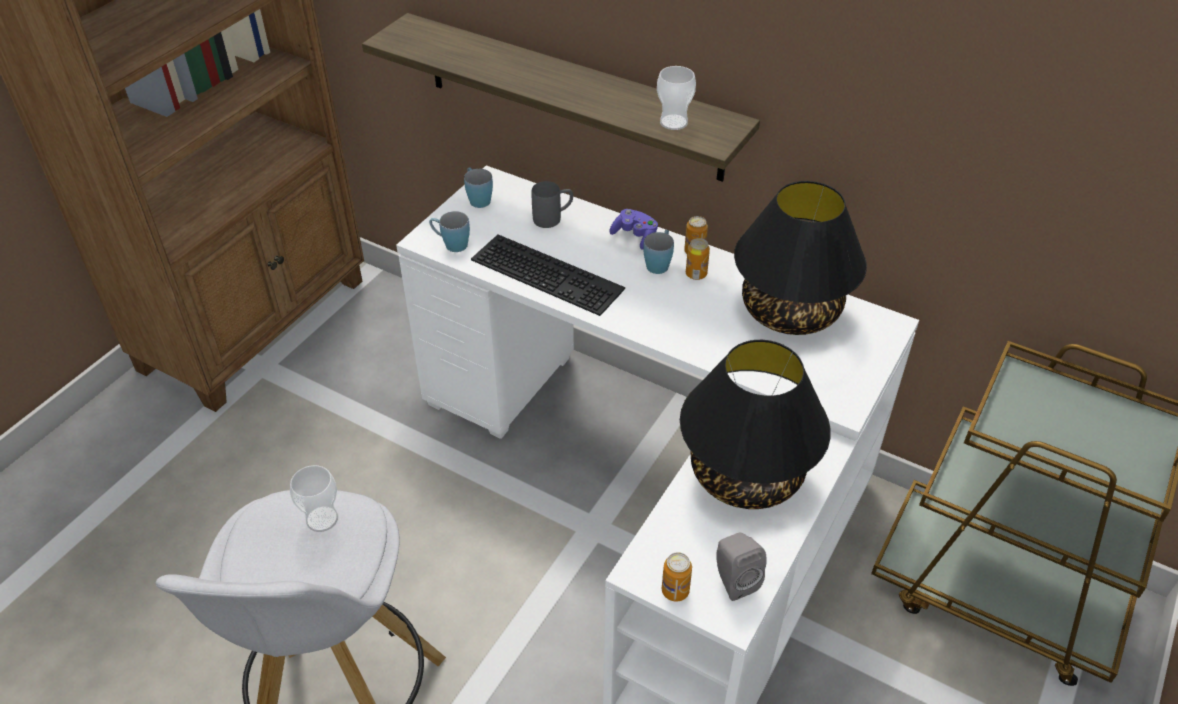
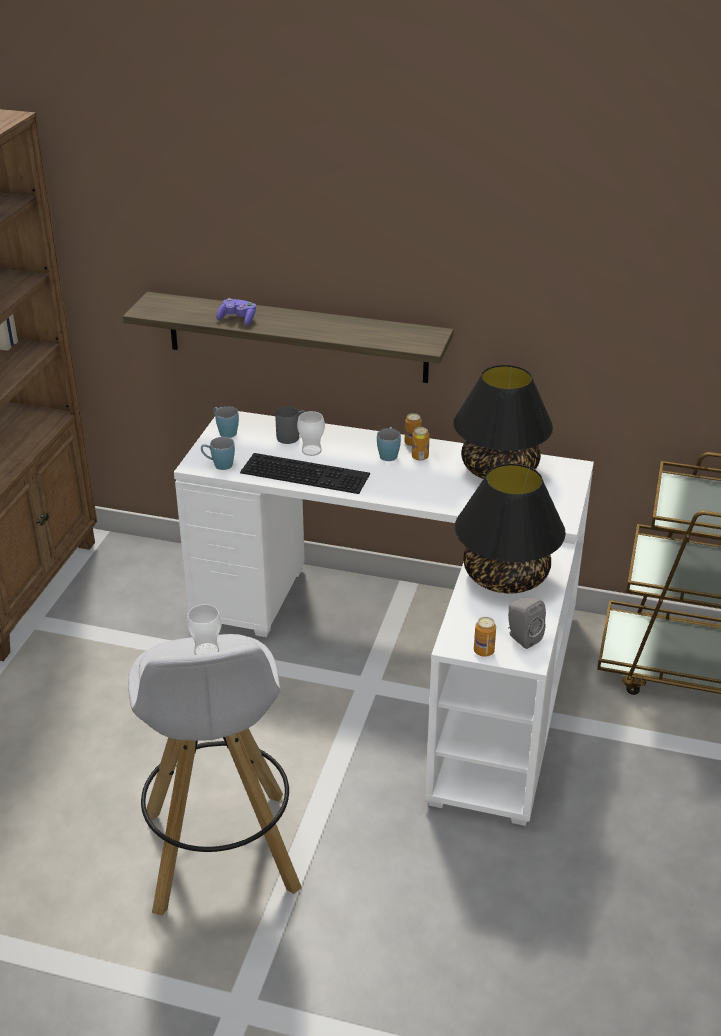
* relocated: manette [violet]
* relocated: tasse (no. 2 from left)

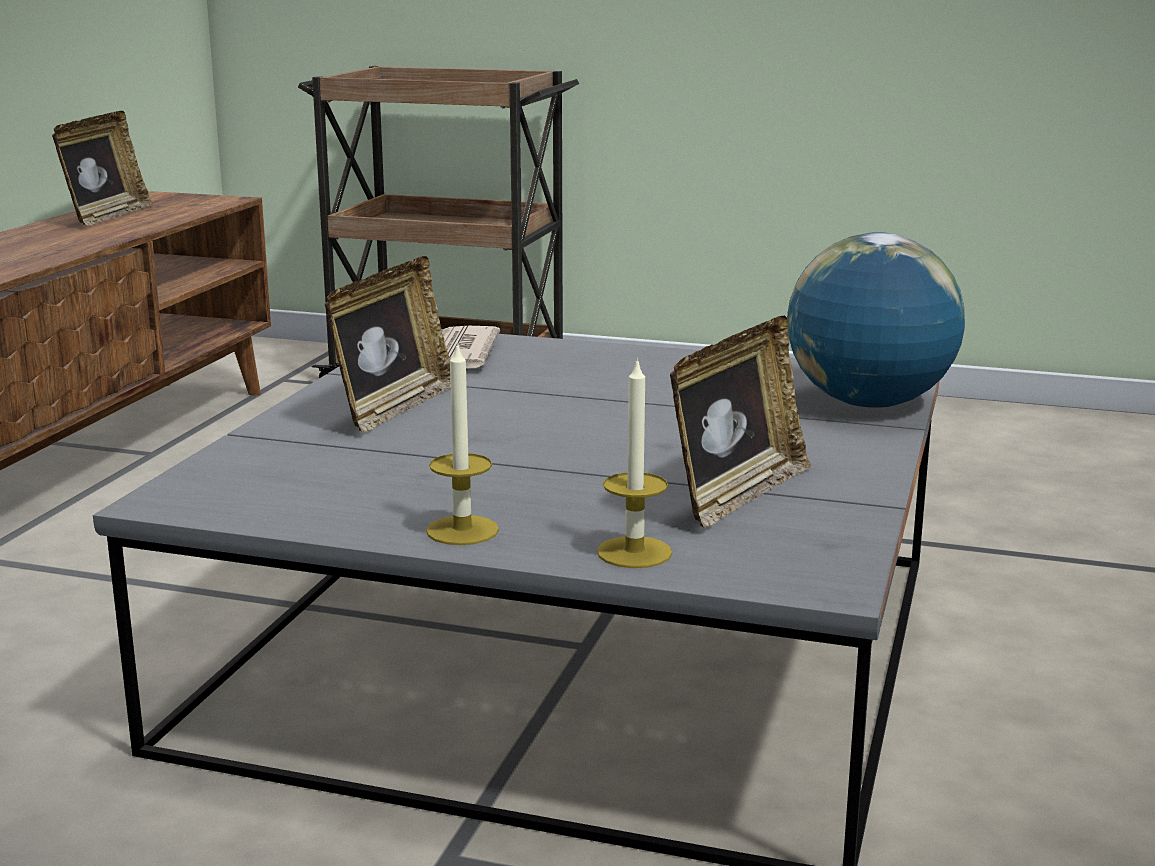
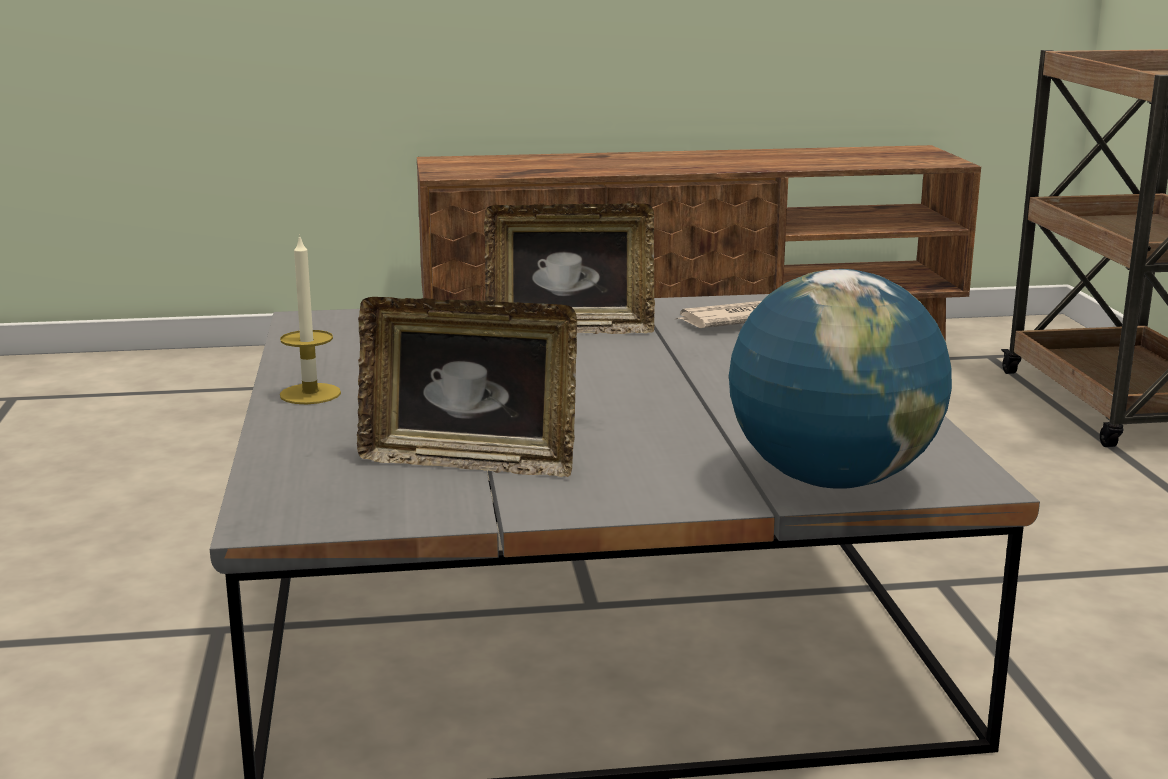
* missing: cadre photo (no. 1 from left)
* missing: bougie (no. 2 from left)

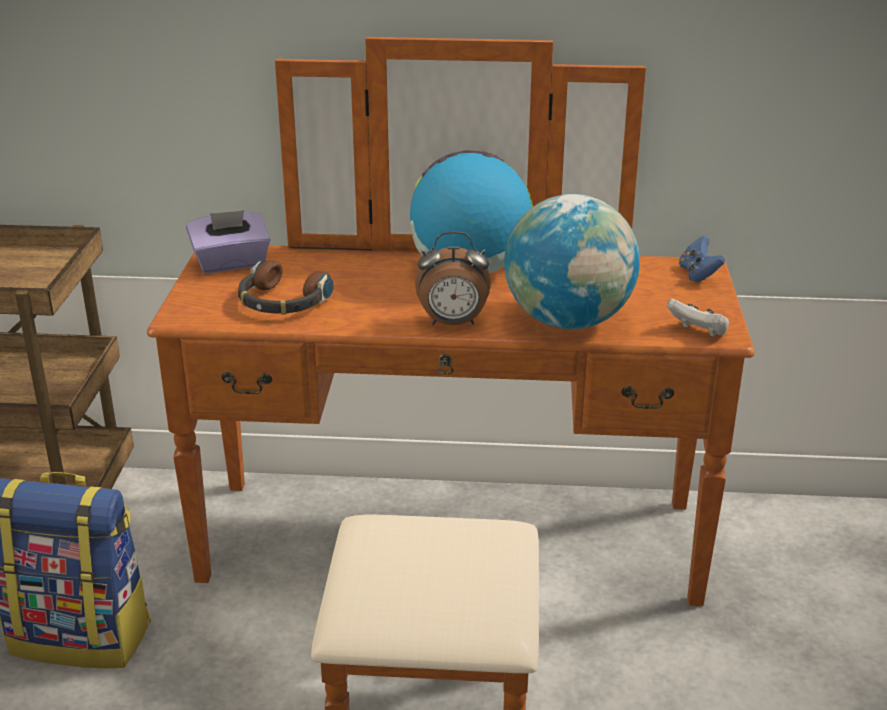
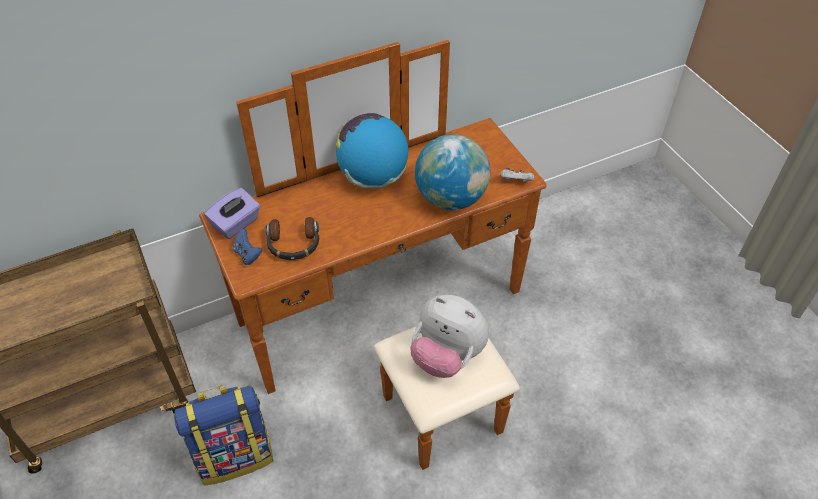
* missing: réveil
* relocated: manette [bleu]
* appeared: peluche

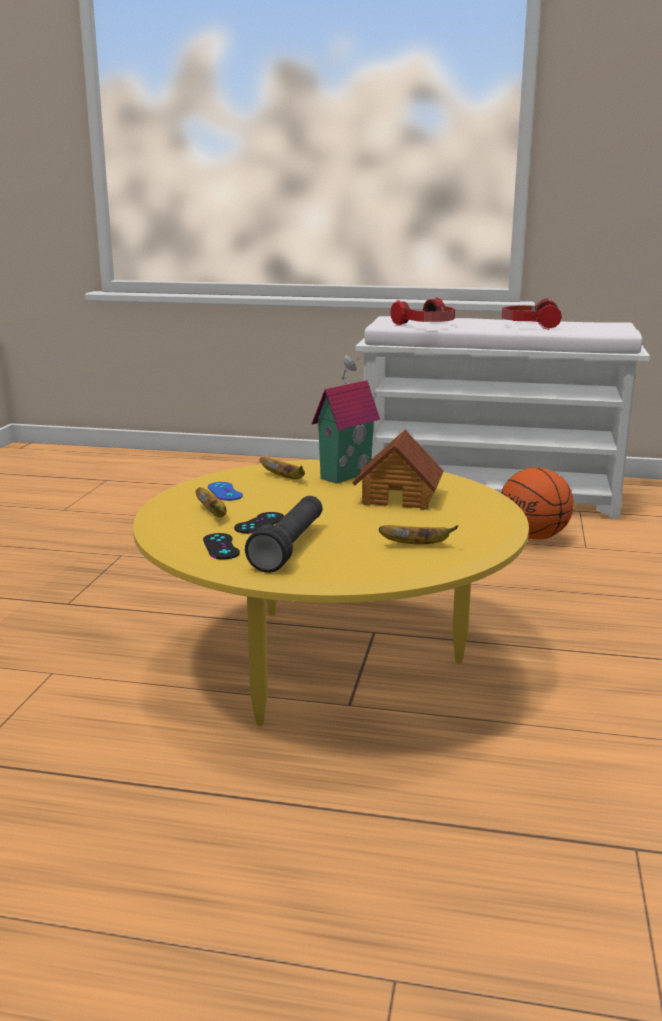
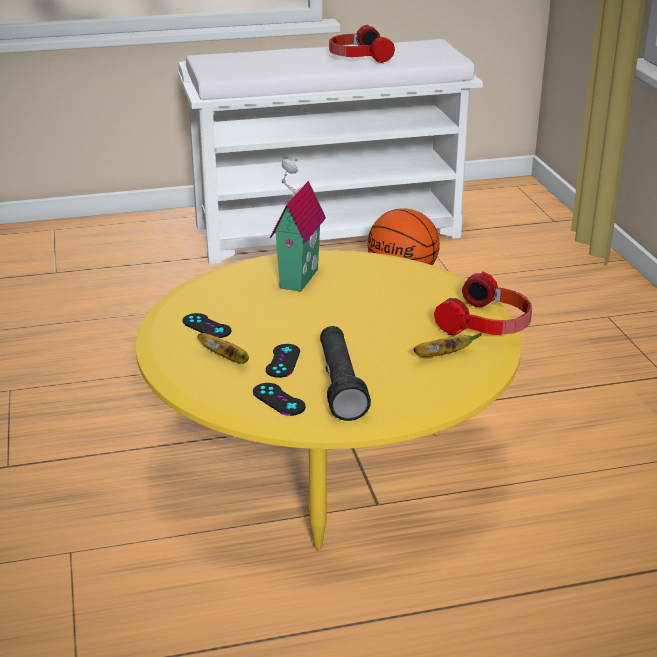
* colour: manette [bleu] to manette [noir] (no. 1 from left)
* missing: banane (no. 2 from left)
* missing: maison miniature (no. 2 from left)
* relocated: casque audio (no. 1 from left in the first image) to casque audio (no. 2 from left)

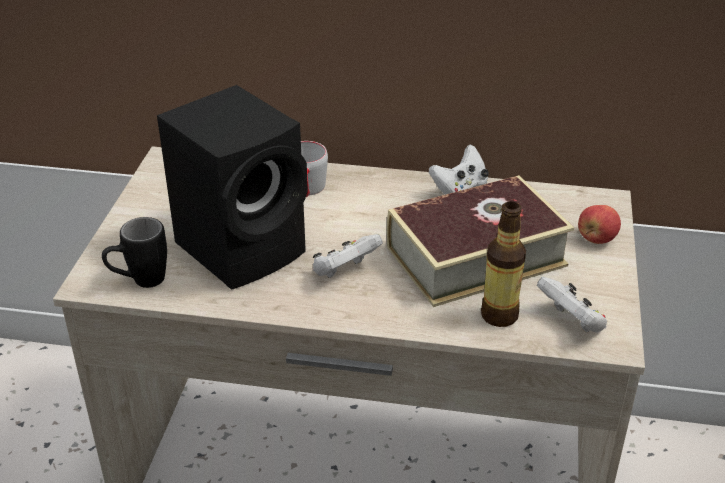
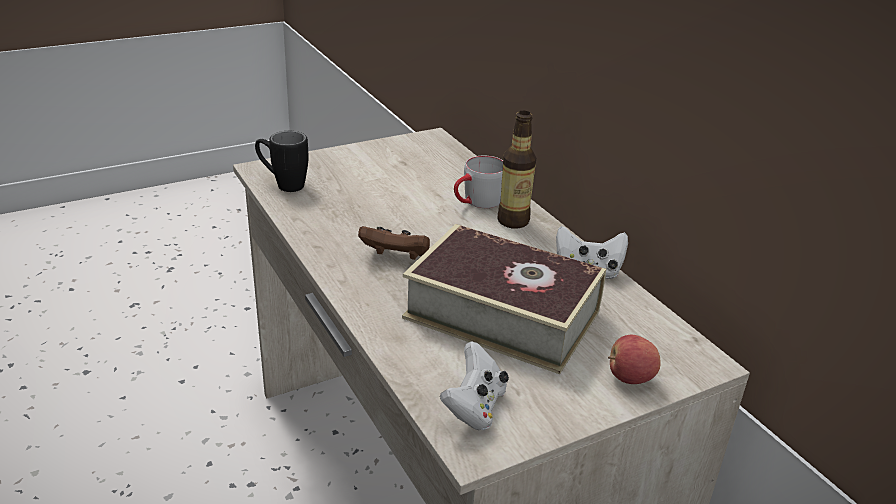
* missing: enceinte [noir]
* colour: manette [blanc] (no. 1 from left) to manette [marron]
* relocated: bouteille

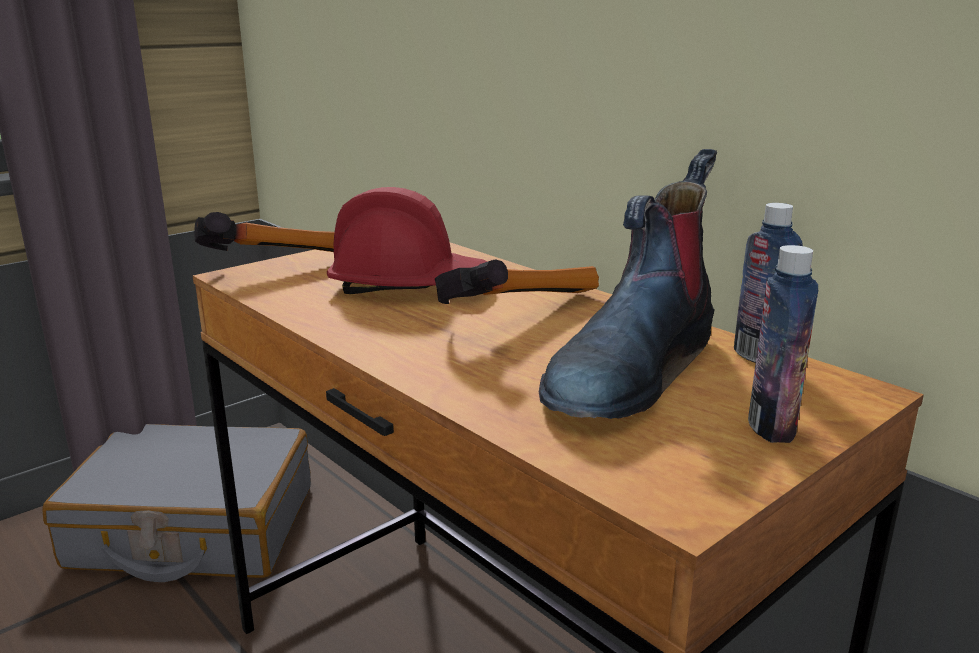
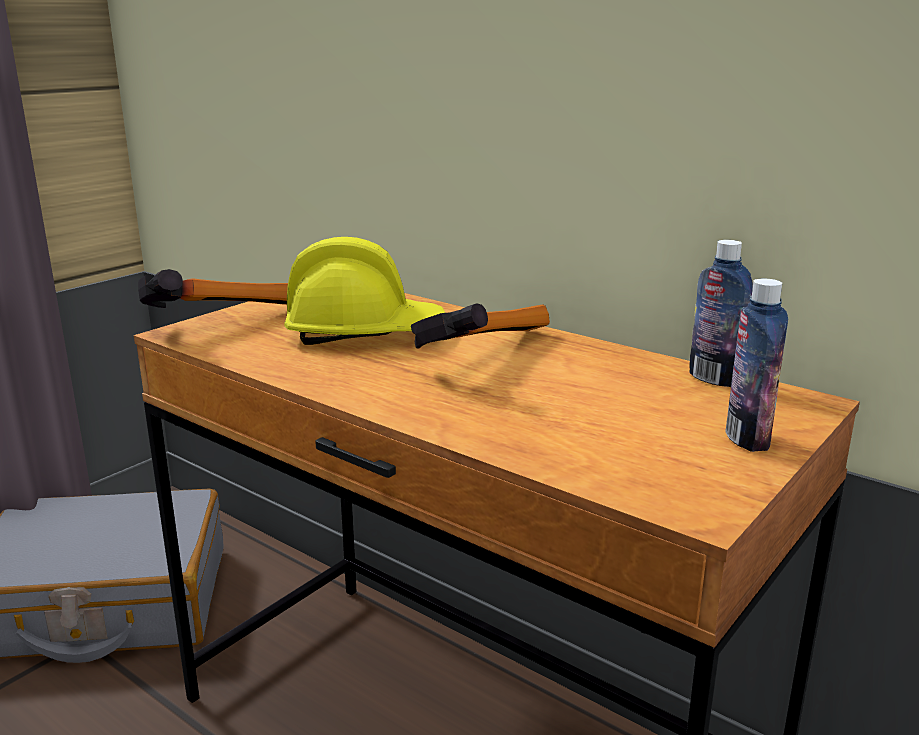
* colour: casque de chantier [rouge] to casque de chantier [jaune]
* missing: botte

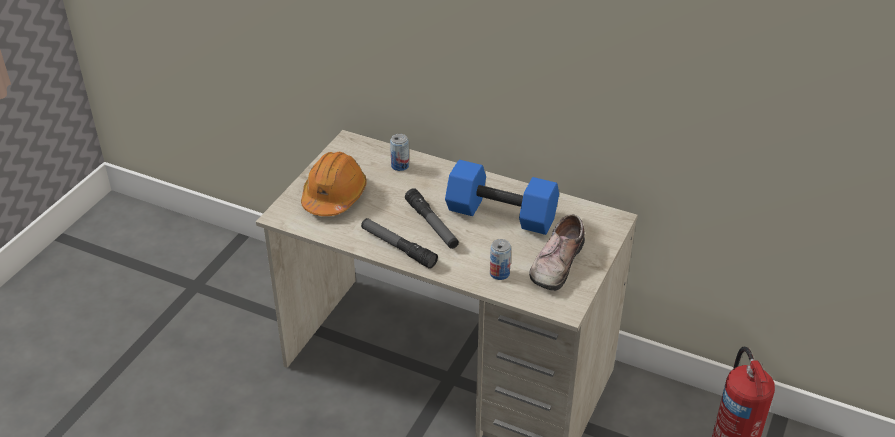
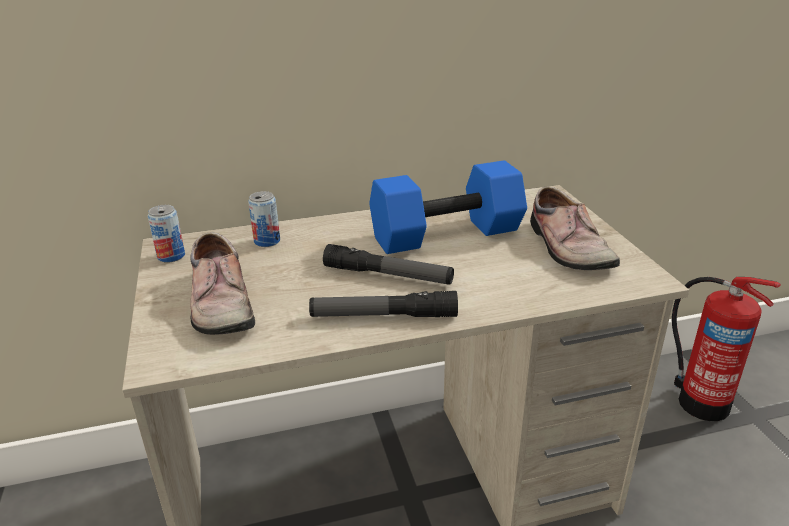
* exchanged: casque de chantier [orange] to chaussure (no. 1 from left)
* relocated: boîte métallique (no. 2 from left in the first image) to boîte métallique (no. 1 from left)

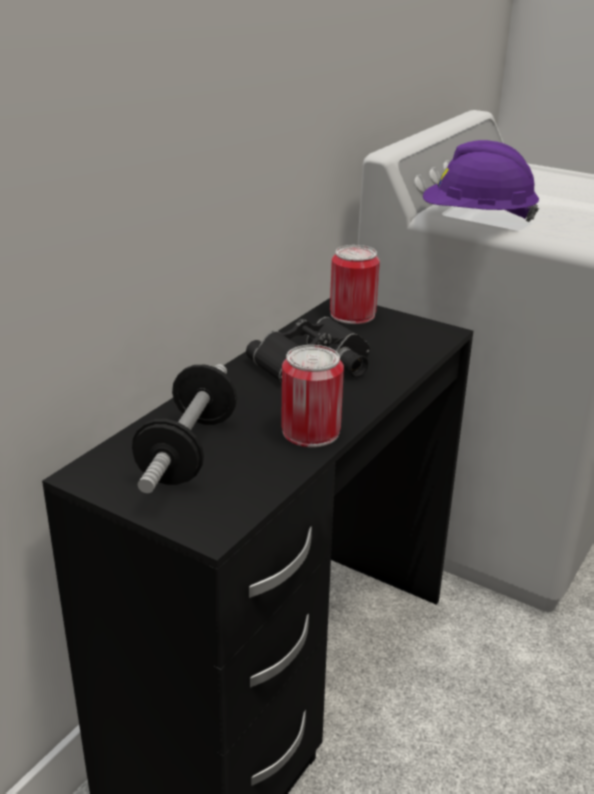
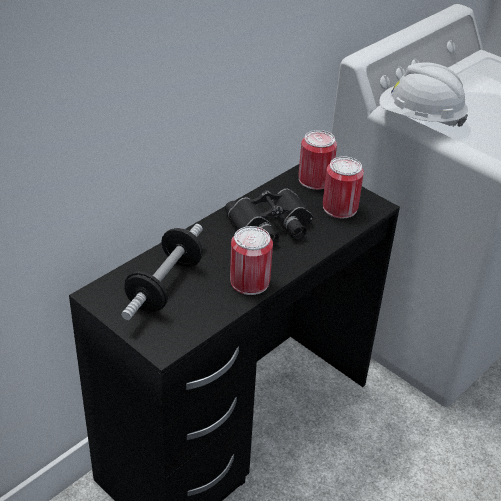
* colour: casque de chantier [violet] to casque de chantier [blanc]
* appeared: boîte métallique (no. 3 from left)

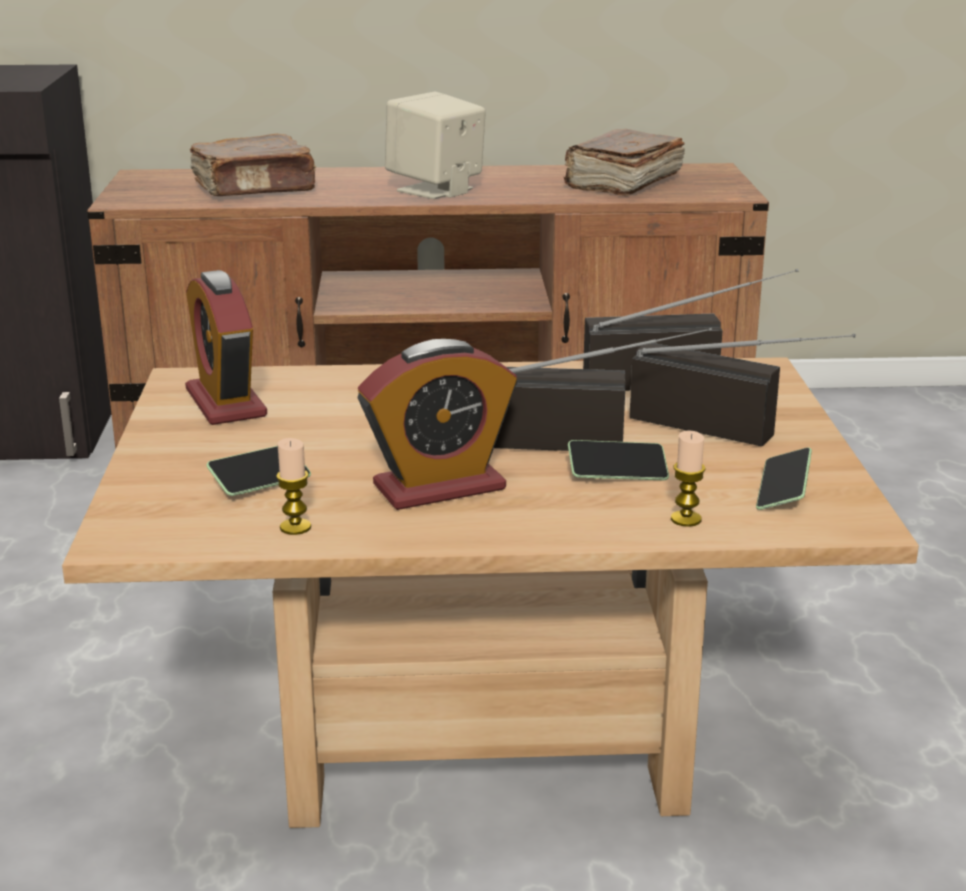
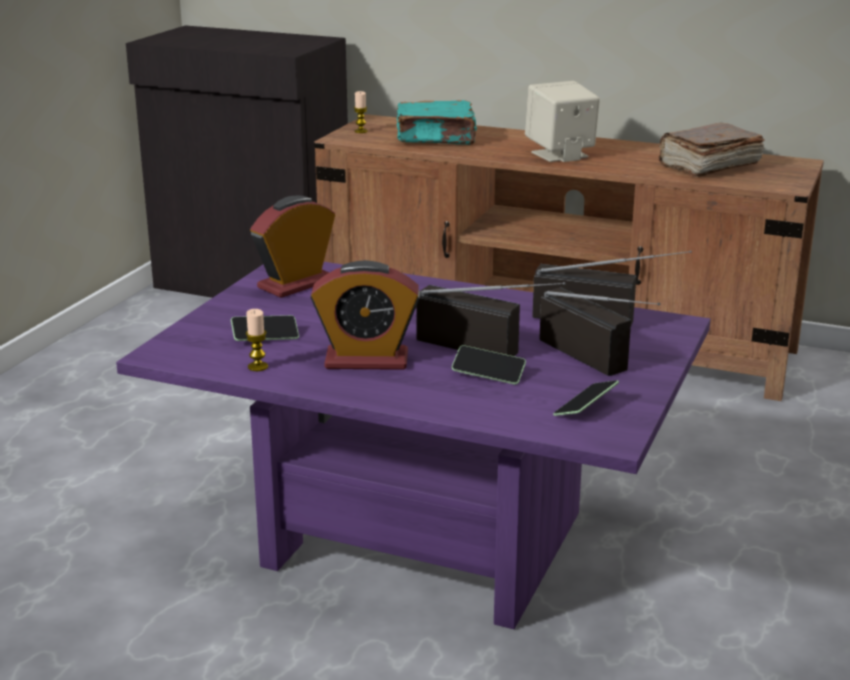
* colour: table basse [beige] to table basse [violet]
* spun: réveil (no. 1 from left) 45 degrees clockwise
* colour: livre [marron] (no. 1 from left) to livre [turquoise]
* relocated: bougie (no. 2 from left)

